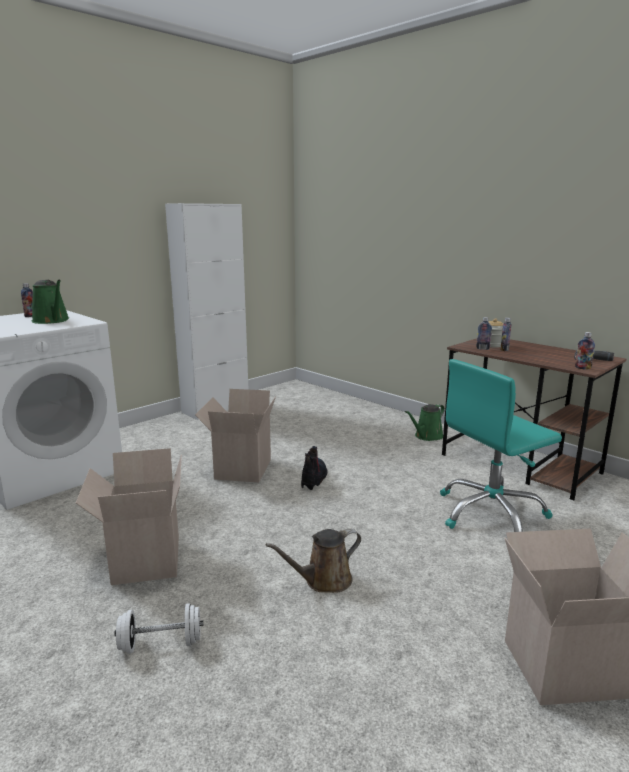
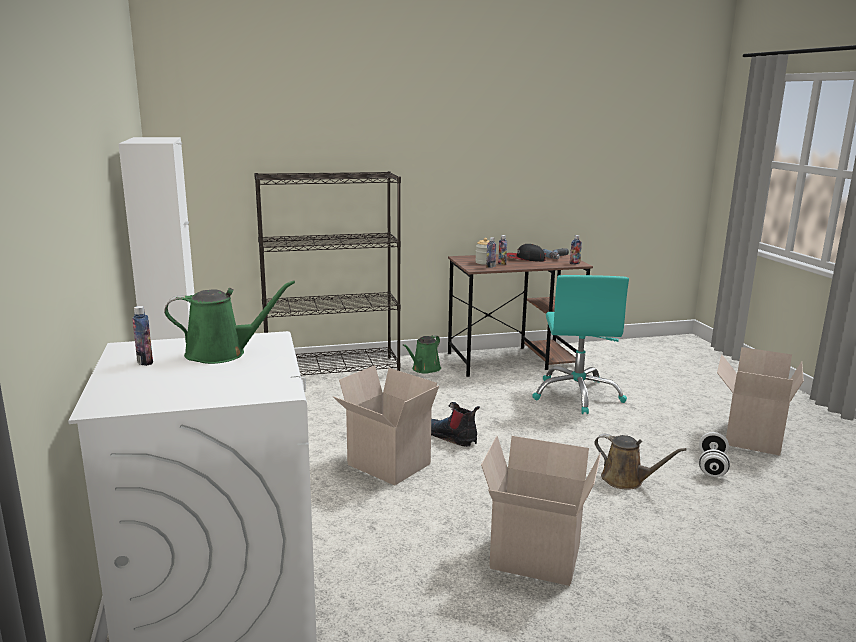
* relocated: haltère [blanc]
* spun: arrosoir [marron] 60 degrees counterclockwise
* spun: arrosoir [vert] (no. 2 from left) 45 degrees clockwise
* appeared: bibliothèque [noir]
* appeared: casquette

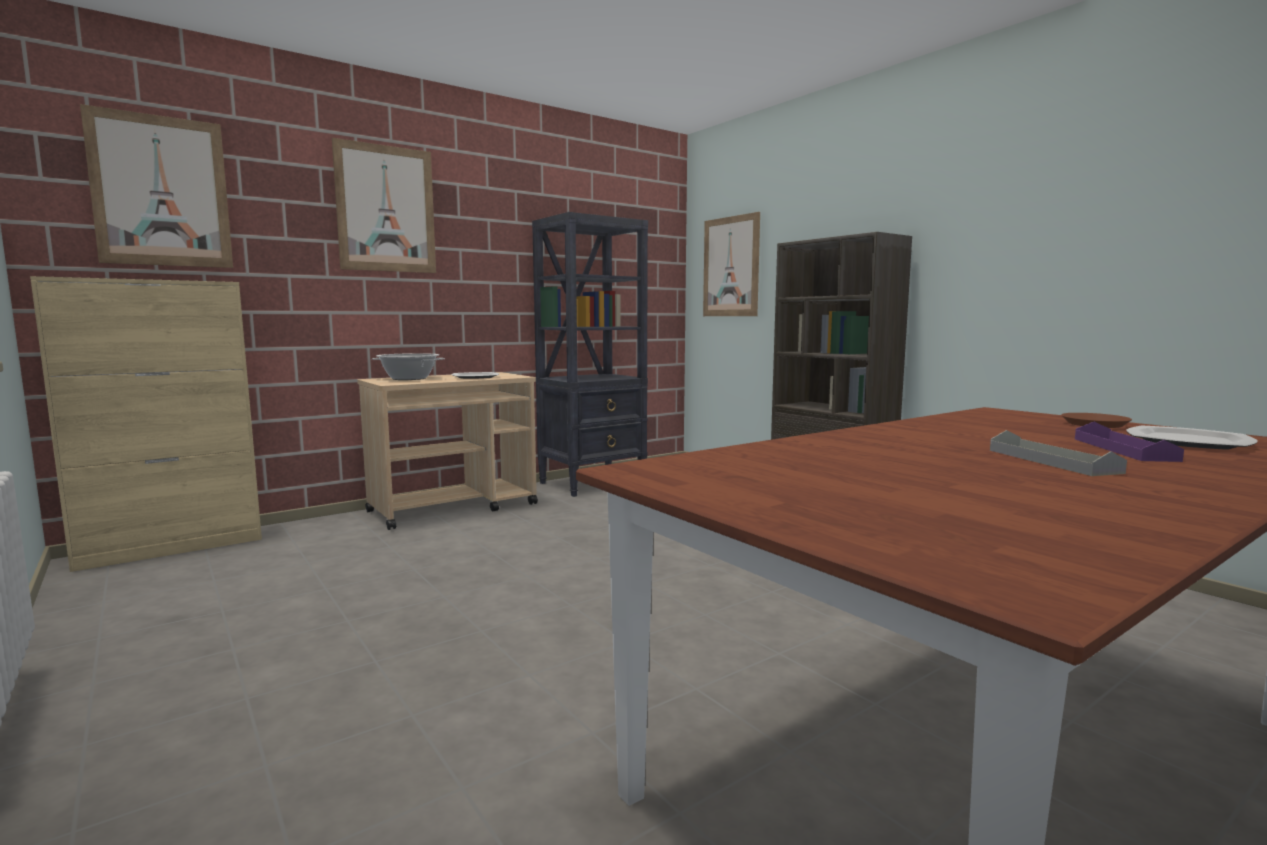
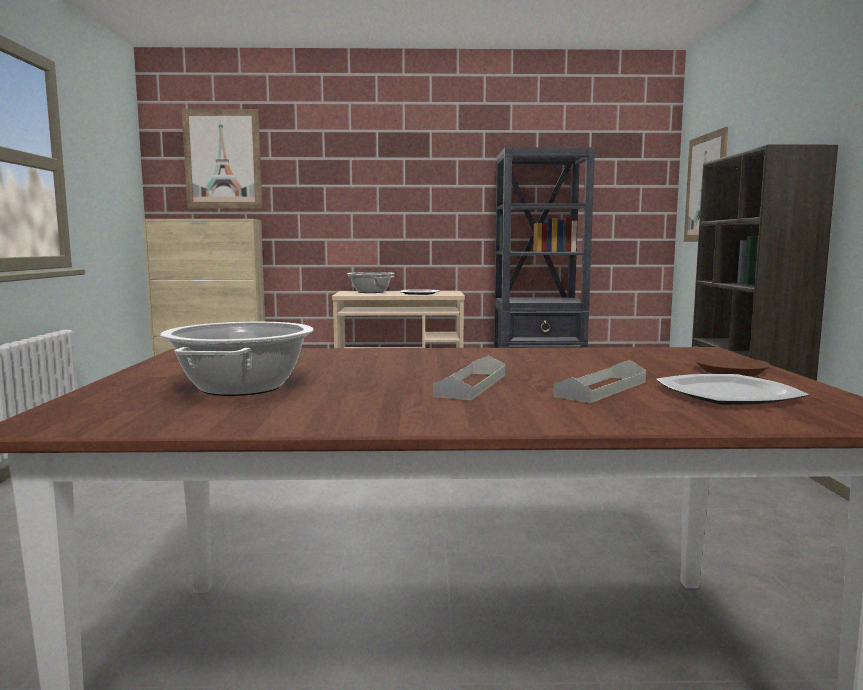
* missing: tableau (no. 2 from left)
* colour: plateau [violet] to plateau [gris] (no. 2 from left)
* appeared: marmite (no. 1 from left)

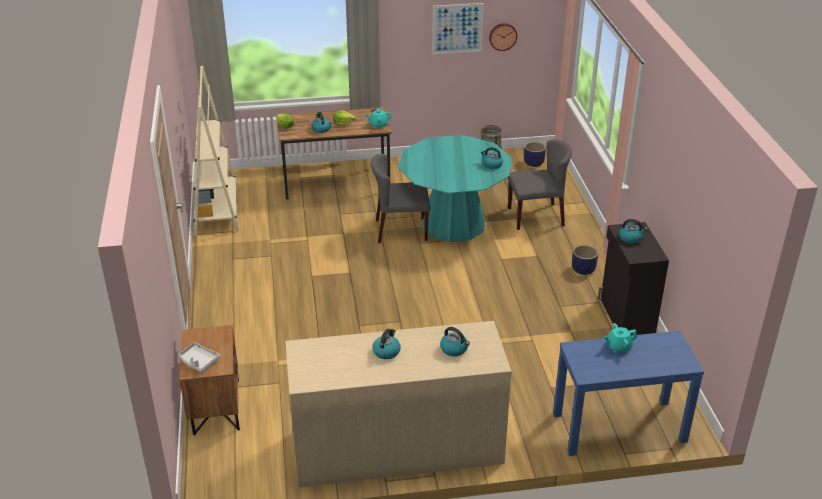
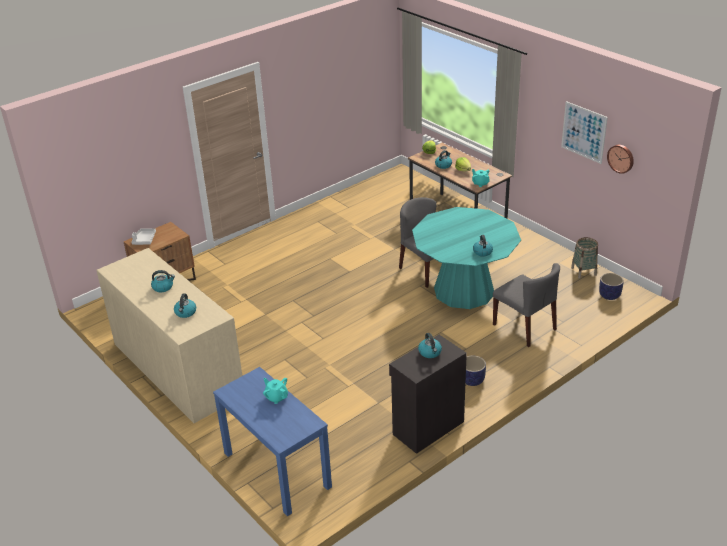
* missing: bibliothèque [beige]

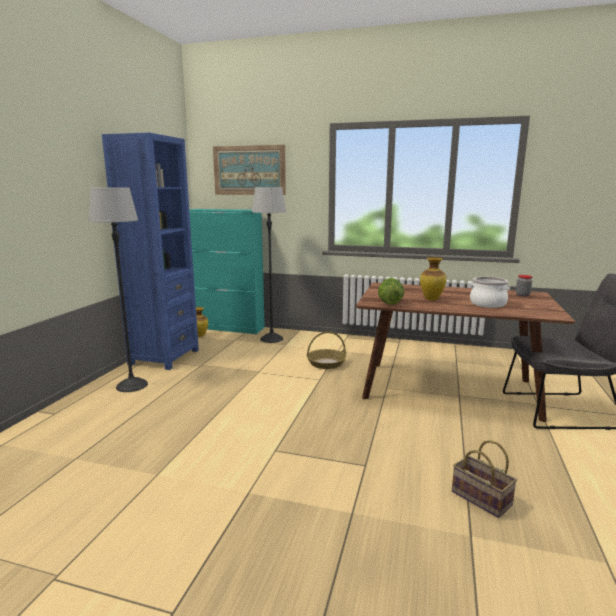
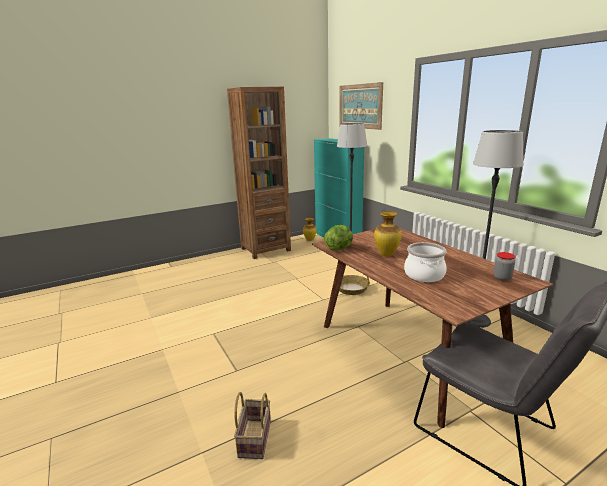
* relocated: lampadaire (no. 1 from left in the first image) to lampadaire (no. 2 from left)
* colour: bibliothèque [bleu] to bibliothèque [marron]

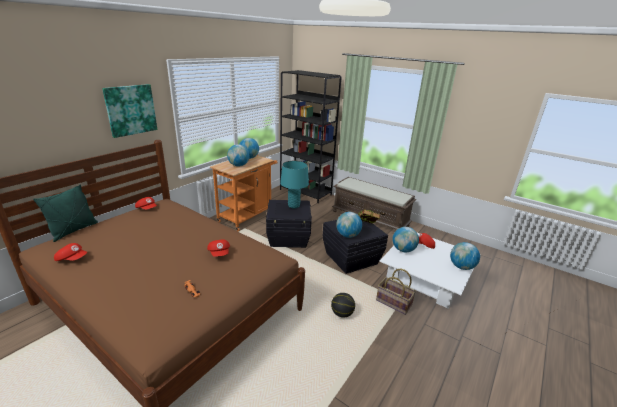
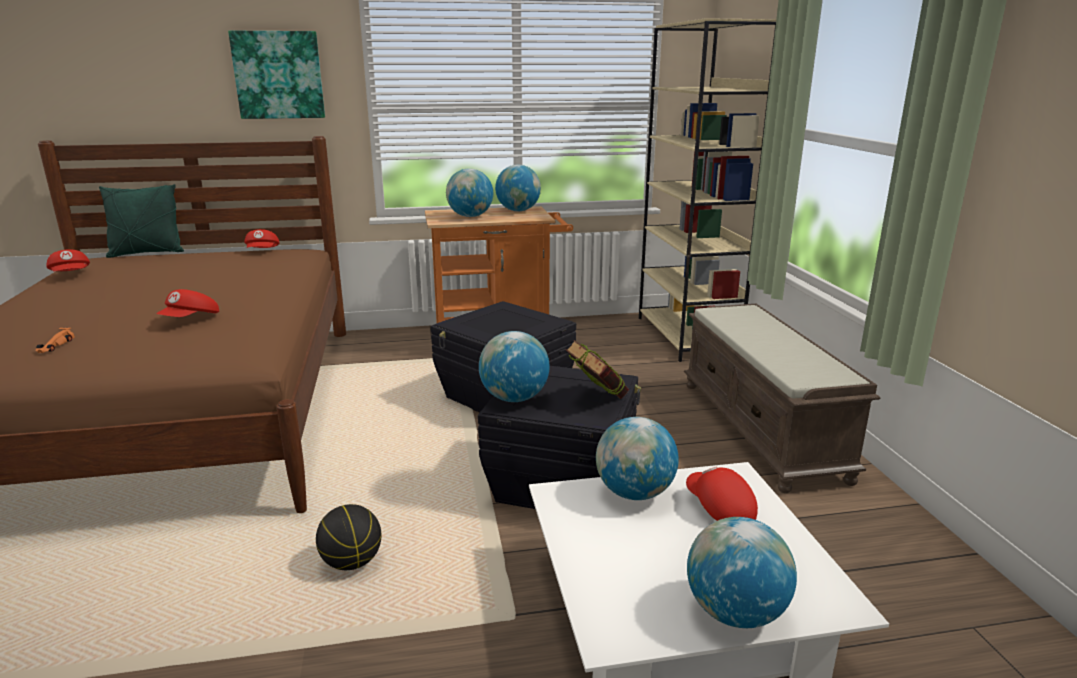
* colour: bibliothèque [noir] to bibliothèque [beige]
* missing: lampe de table [turquoise]
* missing: panier

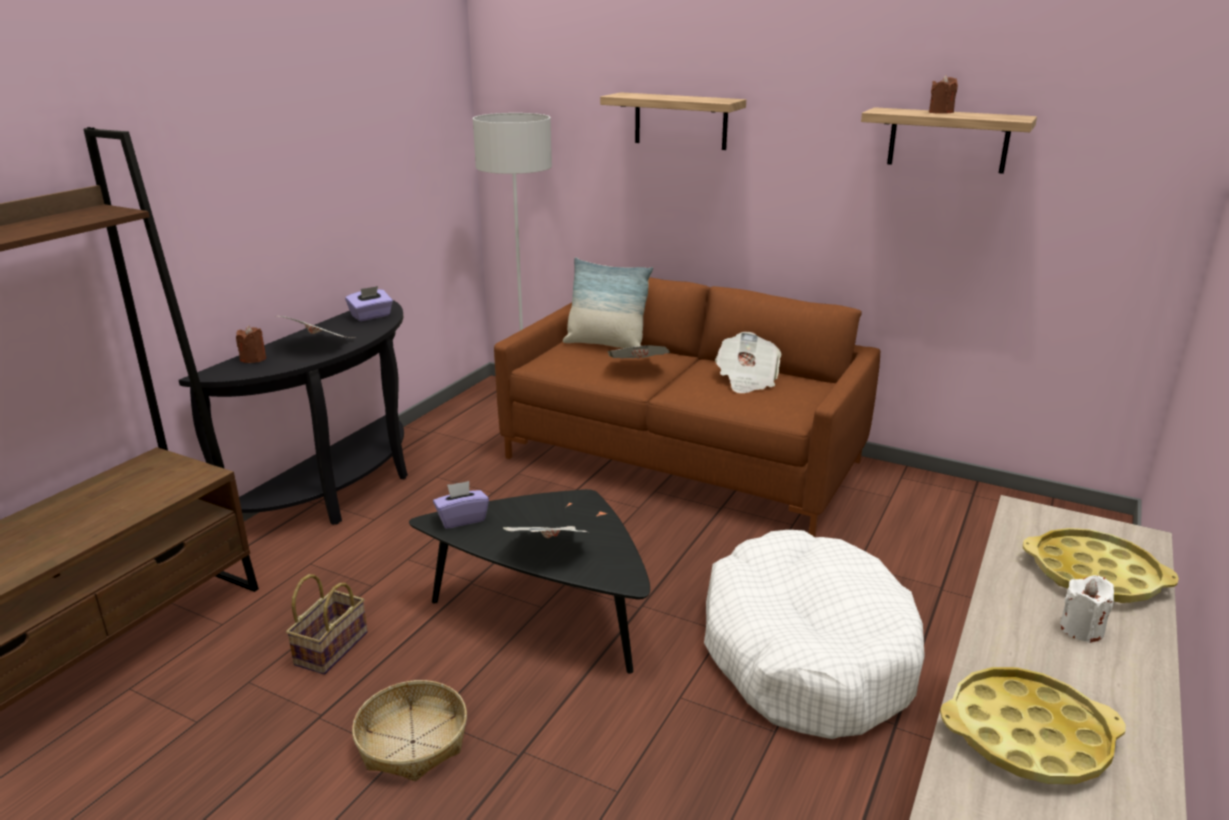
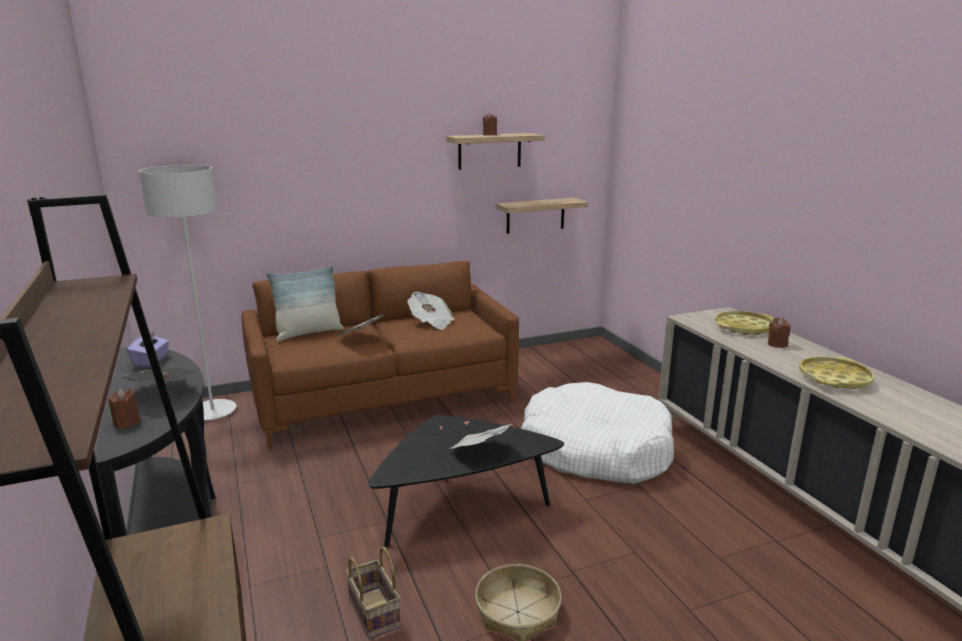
* missing: boîte à mouchoirs [violet] (no. 2 from left)
* relocated: étagère (no. 1 from left in the first image) to étagère (no. 2 from left)
* colour: bougie [blanc] to bougie [marron] (no. 3 from left)

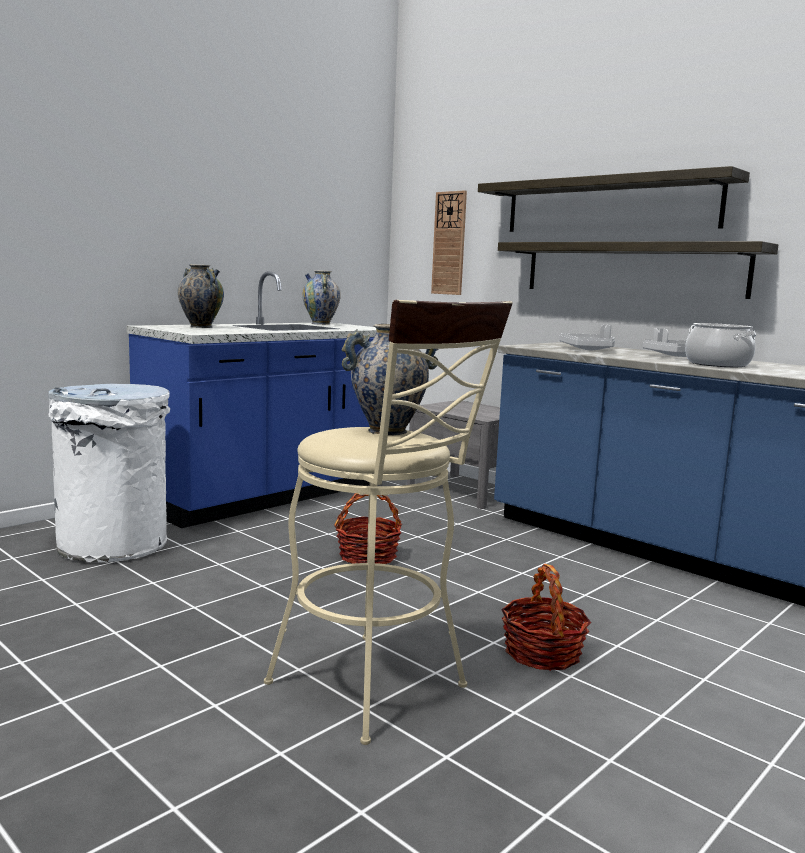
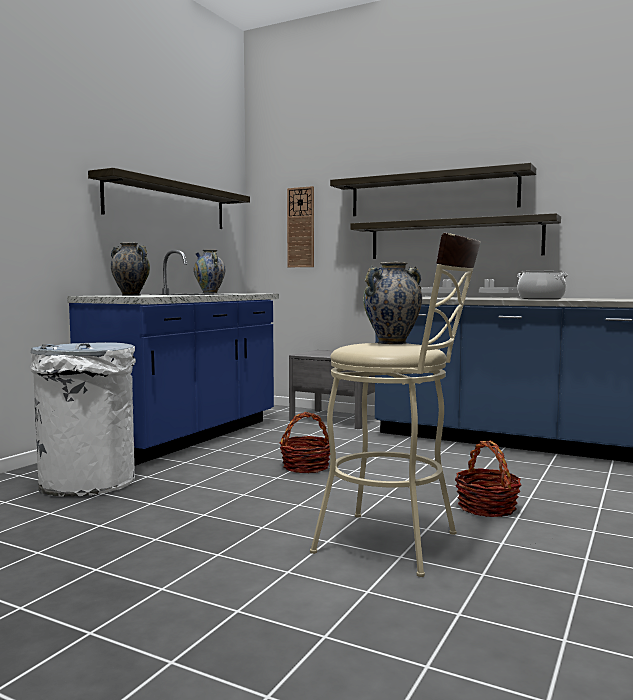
* appeared: étagère (no. 1 from left)

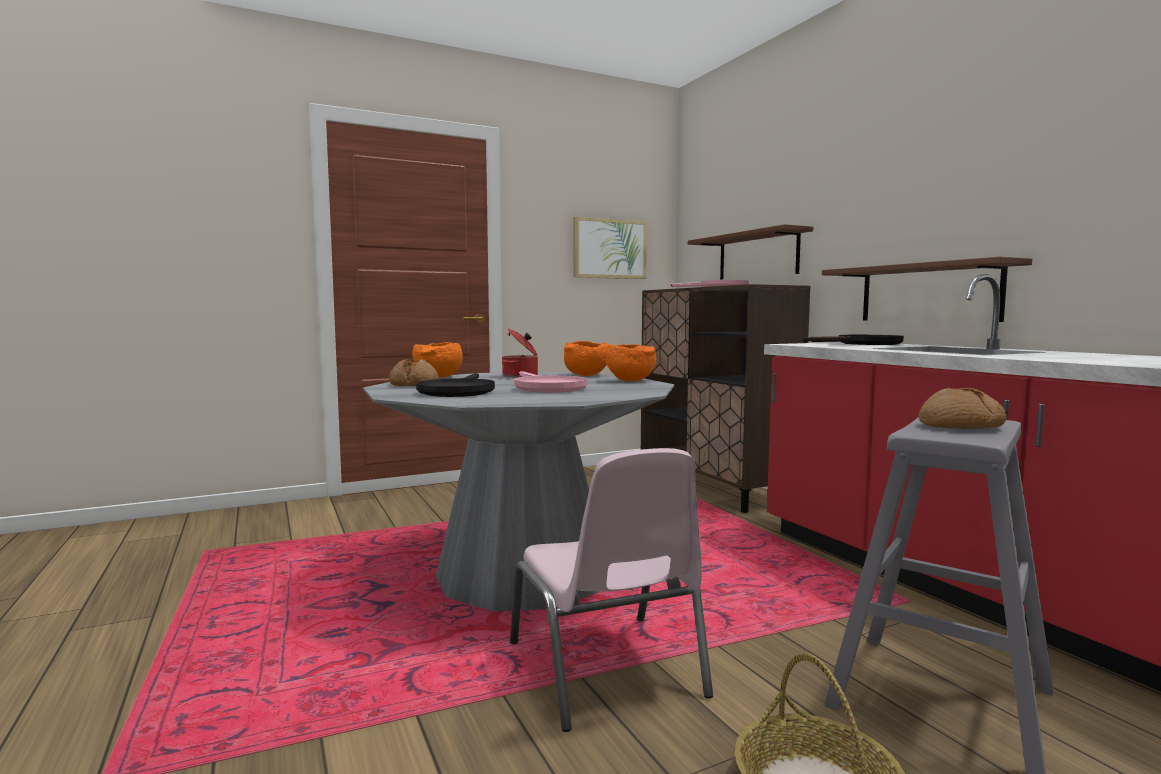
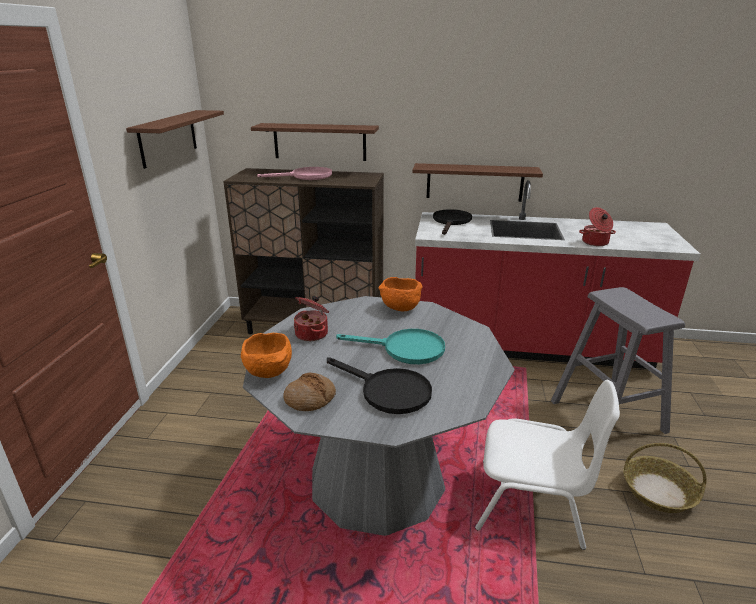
* colour: chaise [rose] to chaise [blanc]
* colour: poêle [rose] (no. 1 from left) to poêle [turquoise]
* missing: bol [orange] (no. 2 from left)
* exchanged: tableau to étagère [marron] (no. 1 from left)
* missing: pain (no. 2 from left)
* appeared: marmite (no. 2 from left)

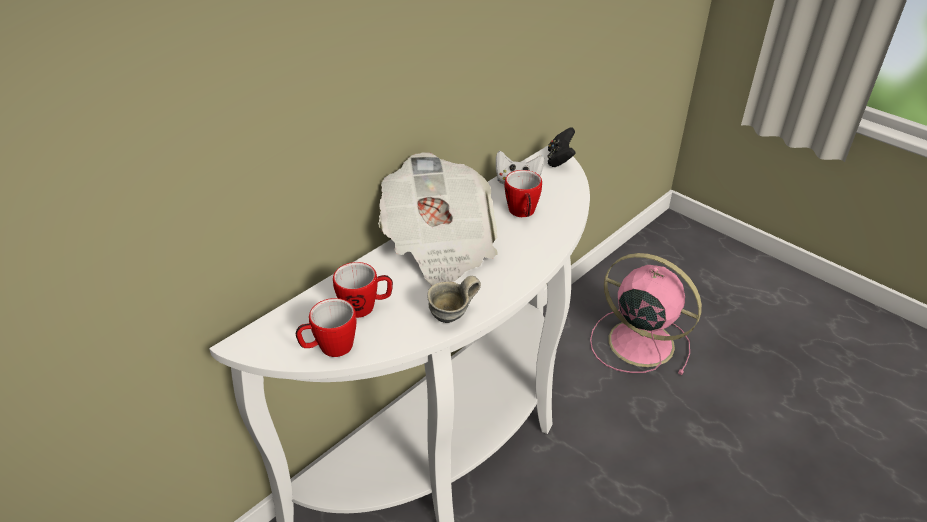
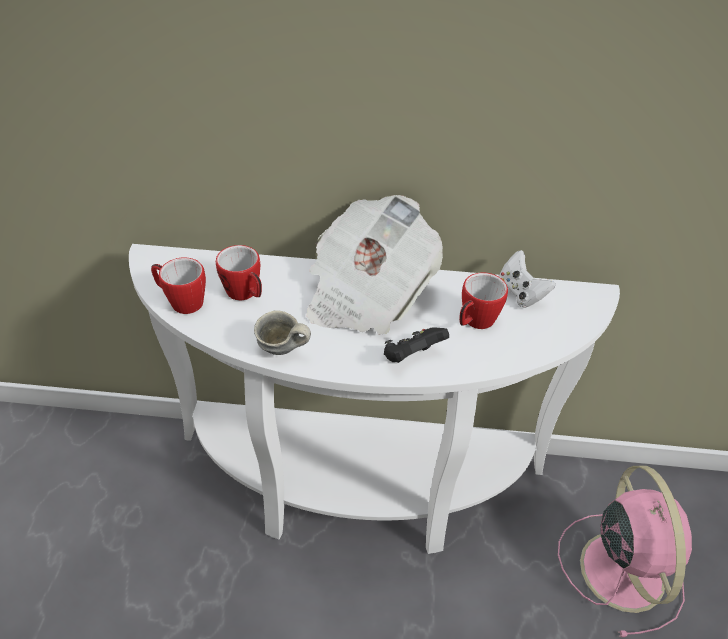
* relocated: manette [noir]

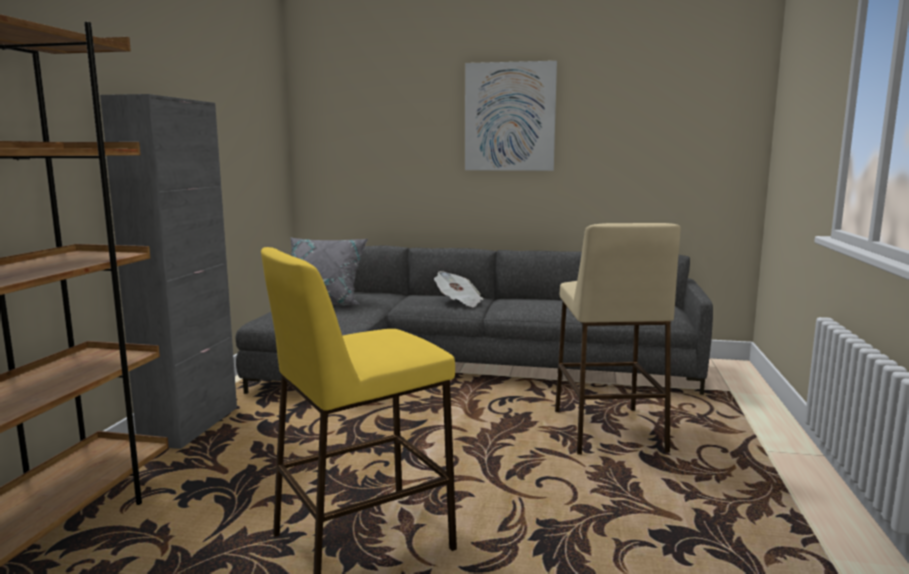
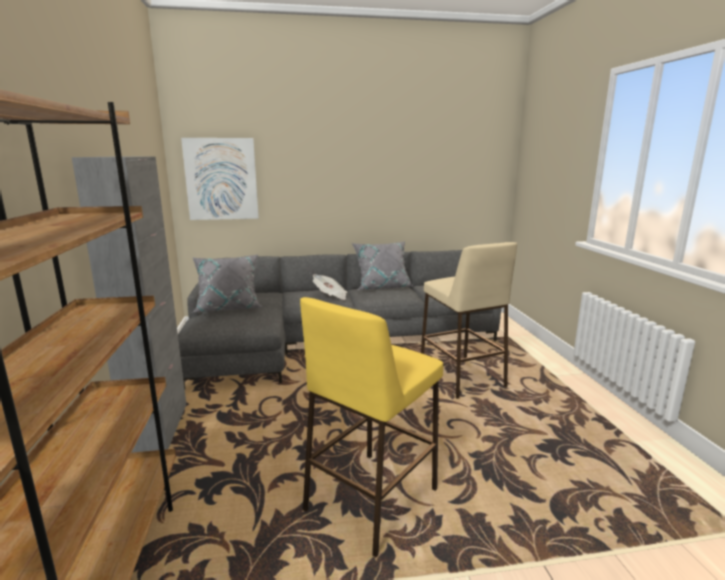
* relocated: tableau
* appeared: coussin [gris] (no. 2 from left)

